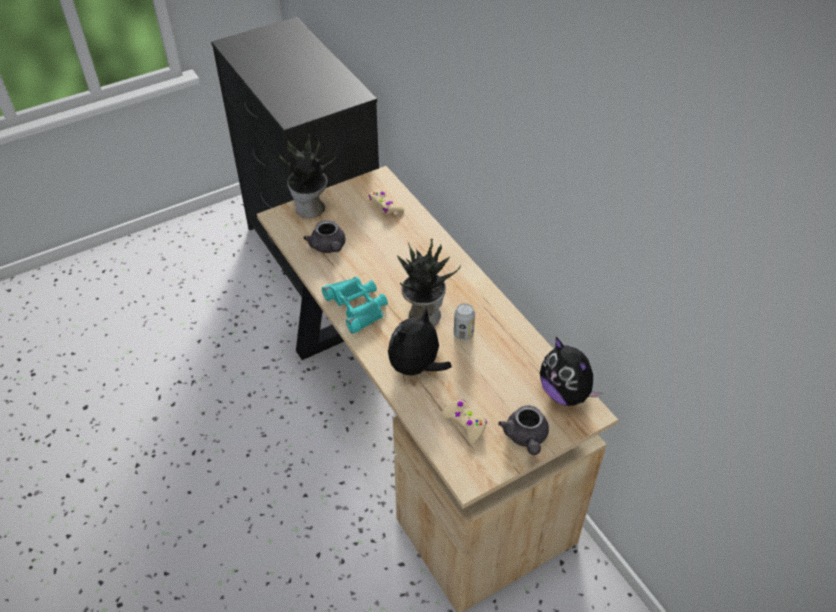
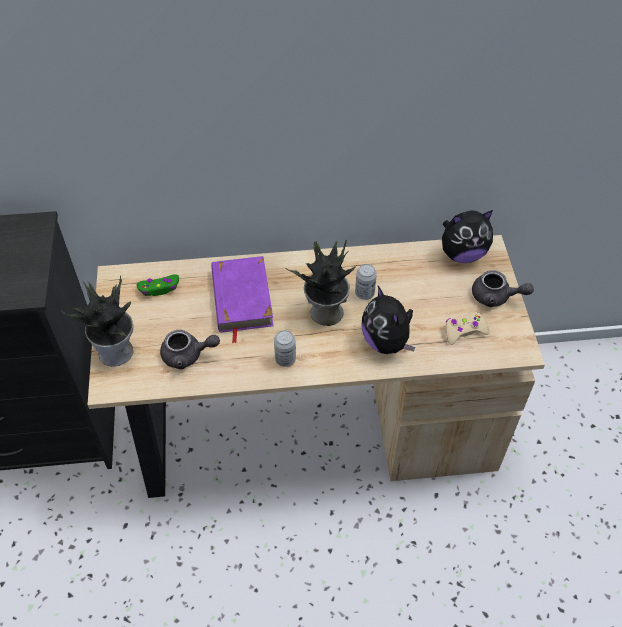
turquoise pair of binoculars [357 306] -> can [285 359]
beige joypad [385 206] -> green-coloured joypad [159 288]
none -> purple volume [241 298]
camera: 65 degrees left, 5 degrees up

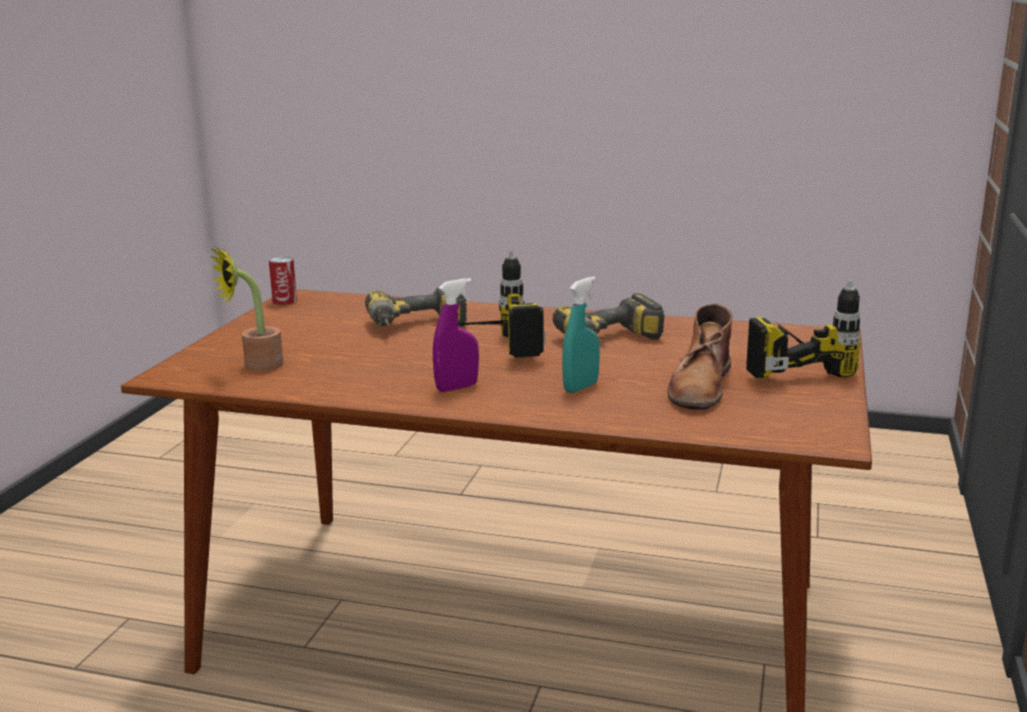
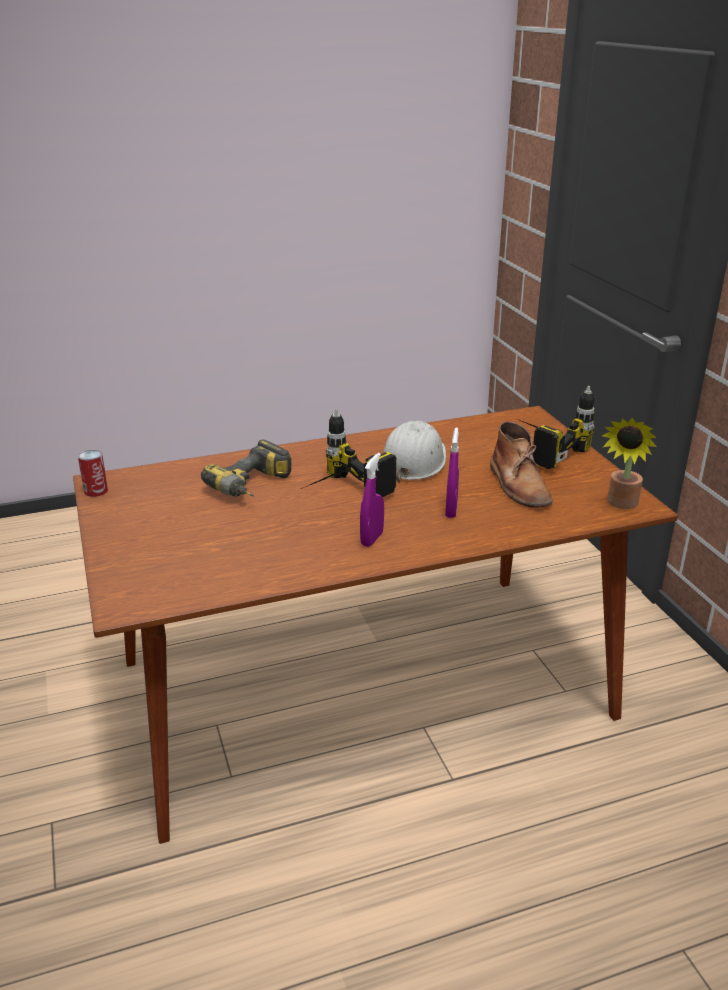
potted plant [255 366] -> potted plant [621 504], shifted
power drill [612 342] -> whitish hard hat [413 461]
turquoise hand sprayer [580 387] -> purple hand sprayer [451 510]
camera: 35 degrees left, 10 degrees up

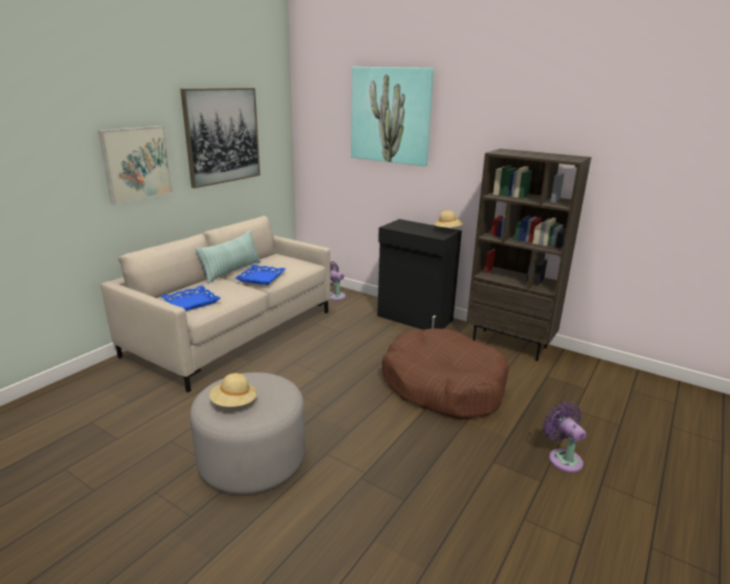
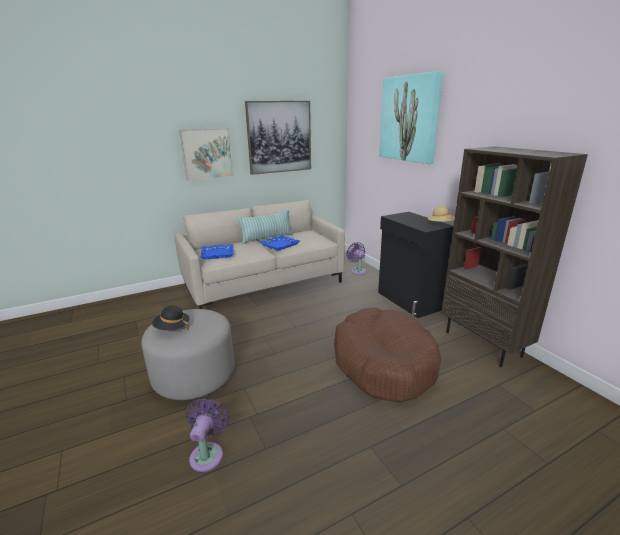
beige clothing hat [234 403] -> black clothing hat [172 328]
purple cooling fan [562 458] -> purple cooling fan [208 453], shifted
camera: 30 degrees right, 0 degrees up

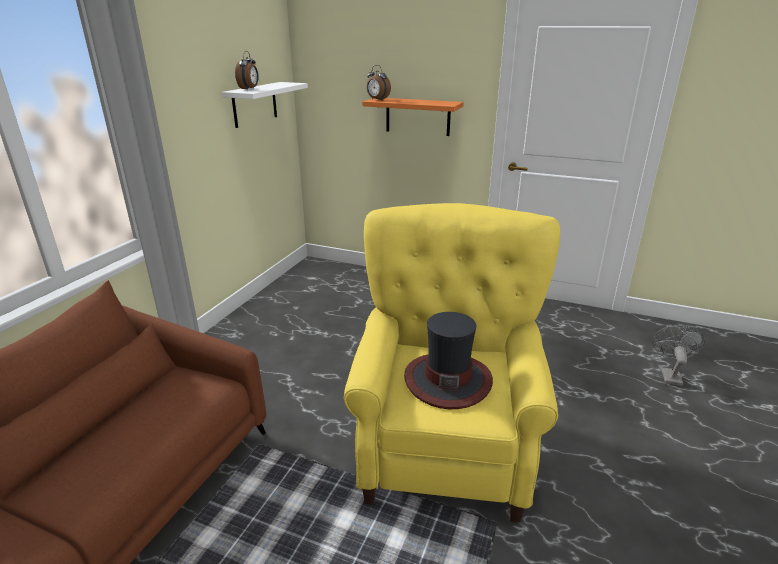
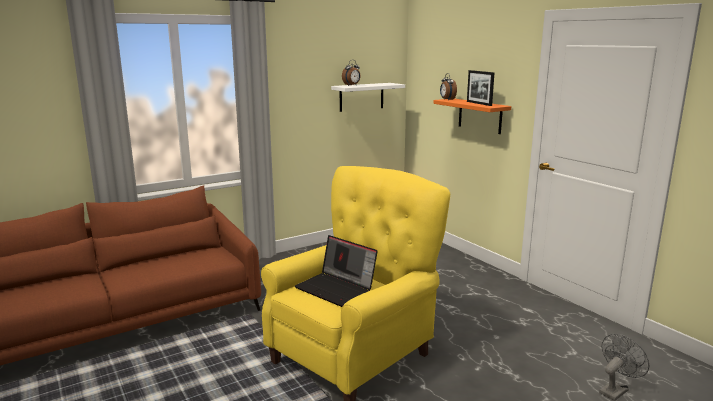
clothing hat [447 380] -> portable computer [337 288]
none -> photo frame [479 103]
camera: 35 degrees right, 10 degrees down

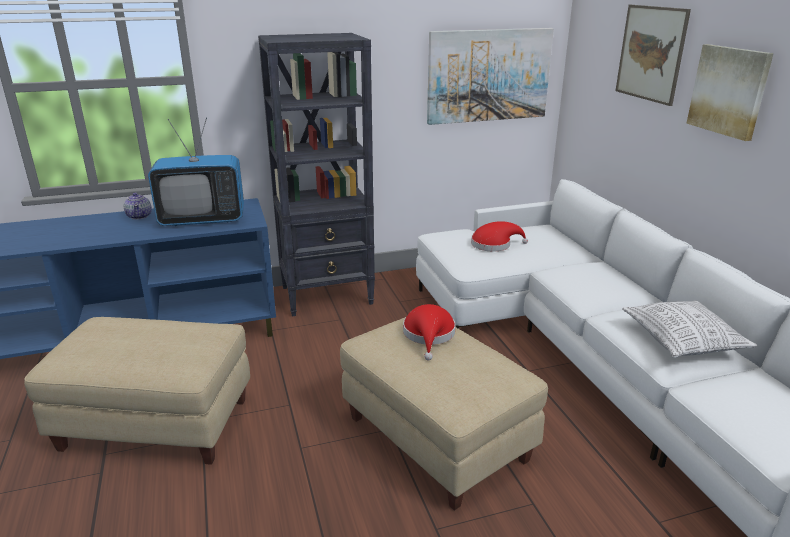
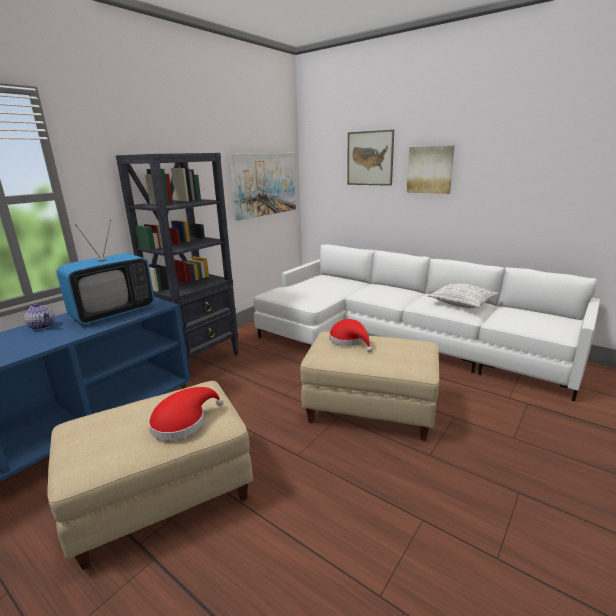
red clothing hat [494 244] -> red clothing hat [182 422], shifted
camera: 35 degrees left, 5 degrees down

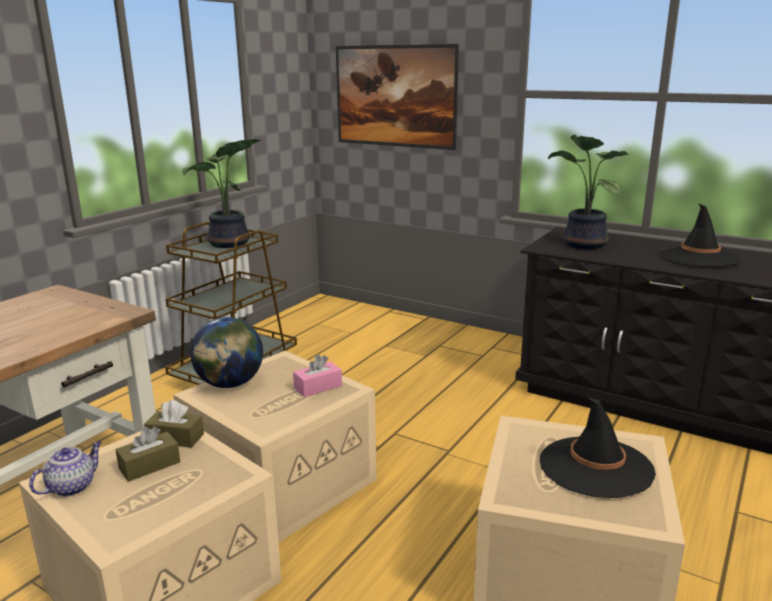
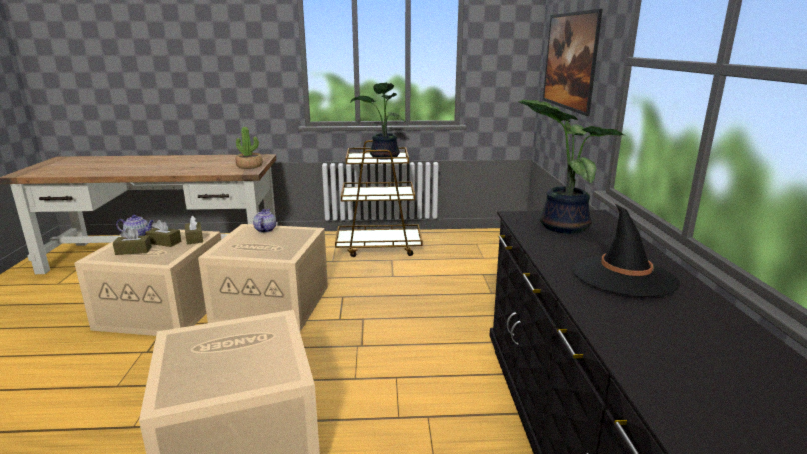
globe [230 384] -> teapot [265 230]
pink tissue holder [318 387] -> none
black clothing hat [595 467] -> none
none -> brown tissue holder [133 251]
none -> potted plant [249 166]
camera: 55 degrees right, 0 degrees up

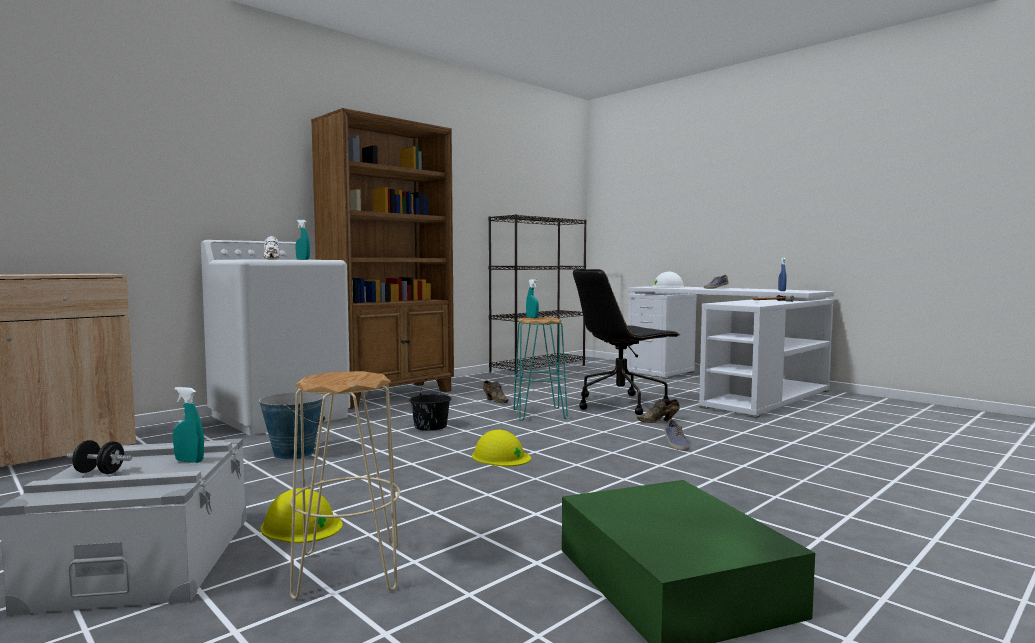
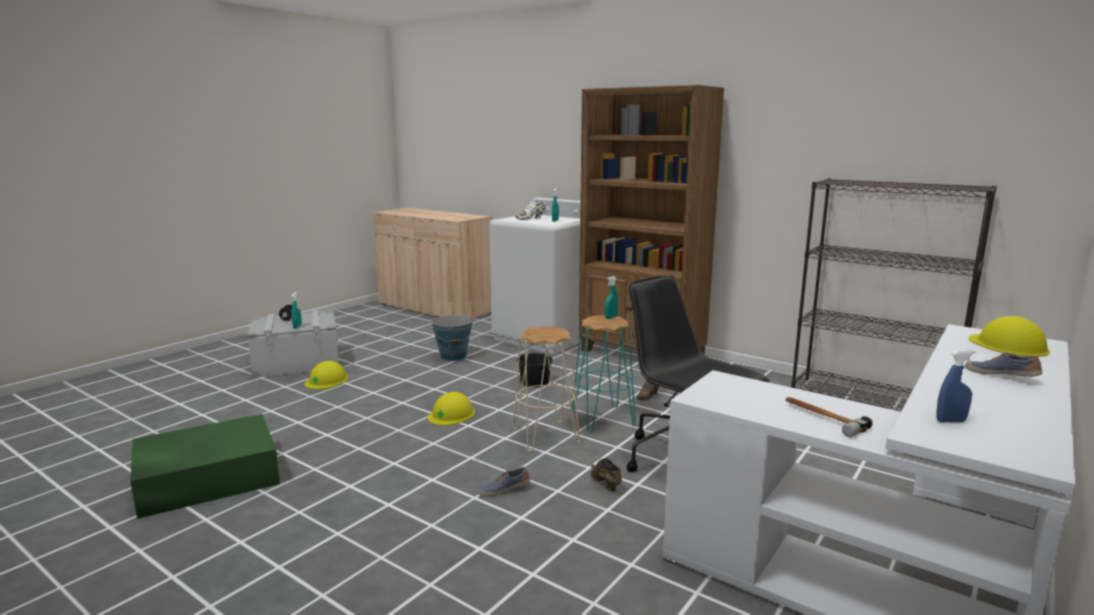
beige sitting stool [348 572] -> beige sitting stool [545 436], shifted
whitish hard hat [667 286] -> yellow hard hat [1008 345]
camera: 80 degrees right, 10 degrees up

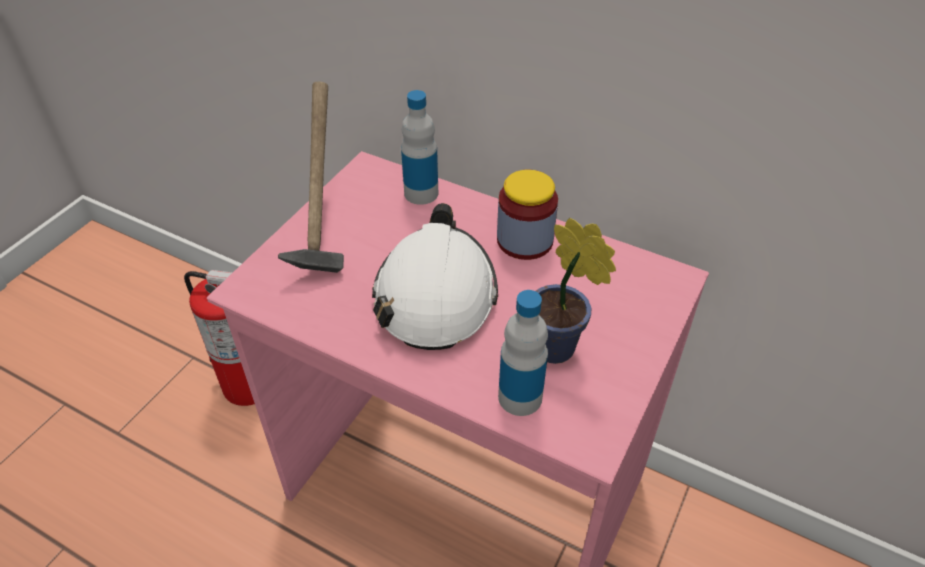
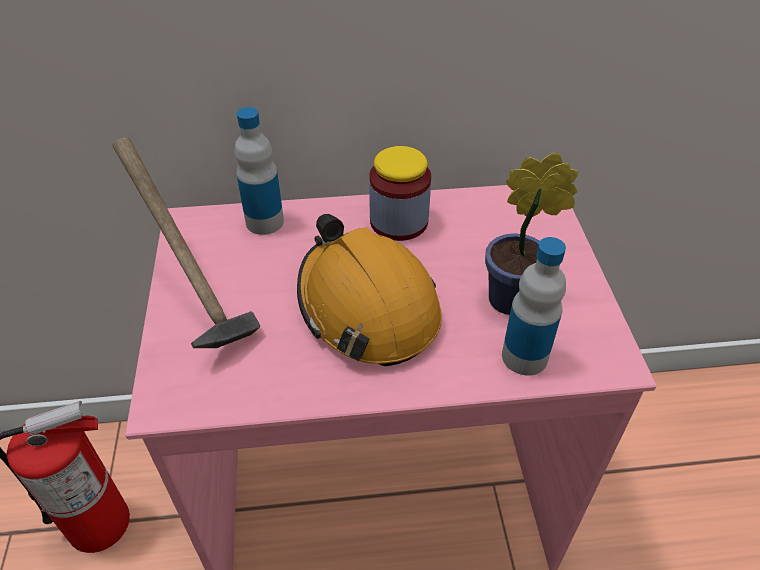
whitish hard hat [435 294] -> orange-coloured hard hat [367 307]
camera: 35 degrees left, 0 degrees up

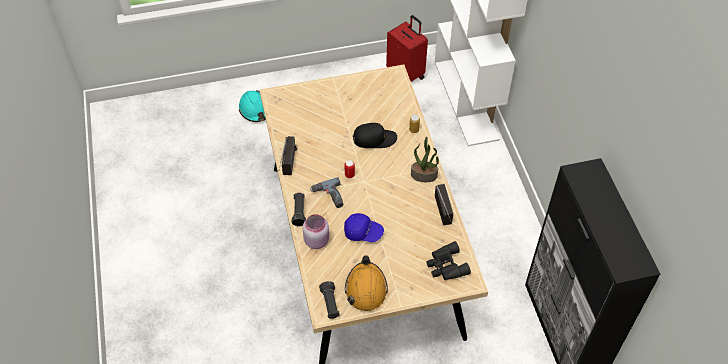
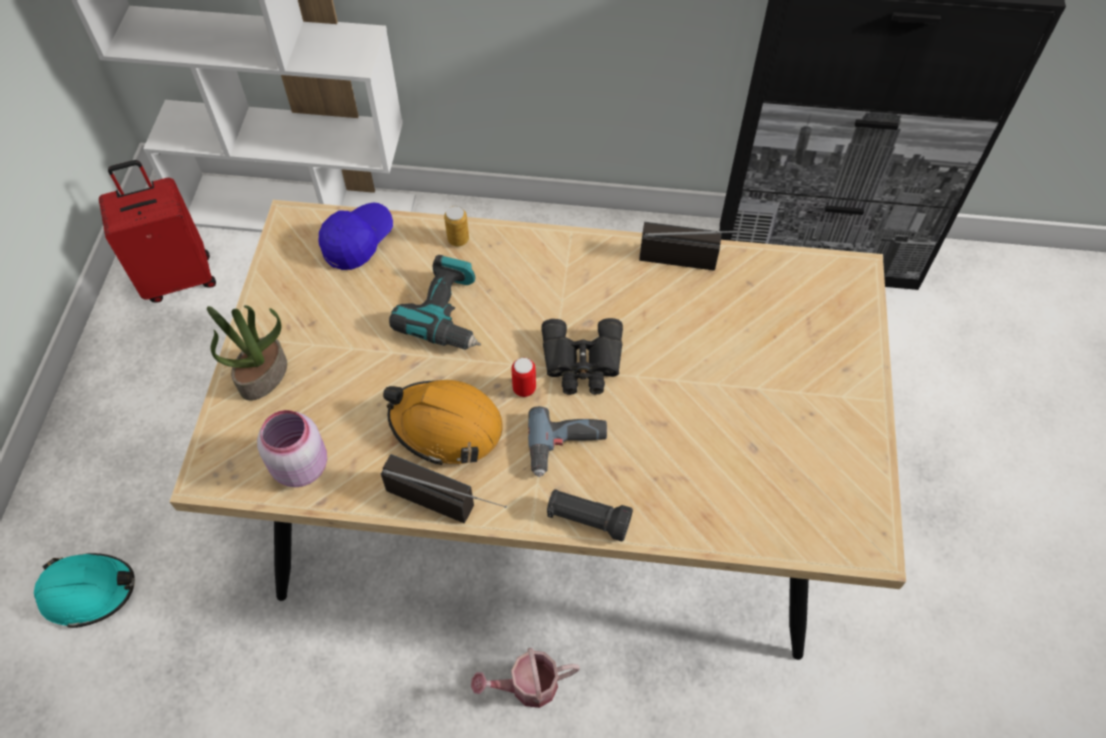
pink preserve jar [317 240] -> pink preserve jar [300 465], shifted
black hand torch [330 304] -> none
bluish baseball cap [363 232] -> bluish baseball cap [357 241], shifted
orange-coloured hard hat [366 289] -> orange-coloured hard hat [446 426], shifted
black baseball cap [374 139] -> power drill [448 313]
potted plant [424 175] -> potted plant [263 375], shifted
black pair of binoculars [446 266] -> black pair of binoculars [582 363], shifted
none -> sprinkling can [527 686]
camera: 70 degrees left, 5 degrees up

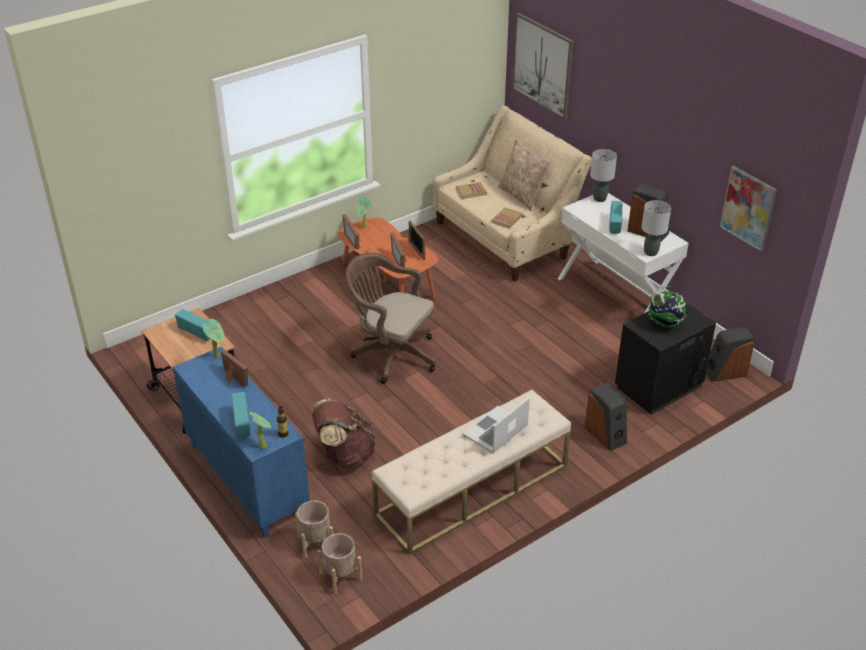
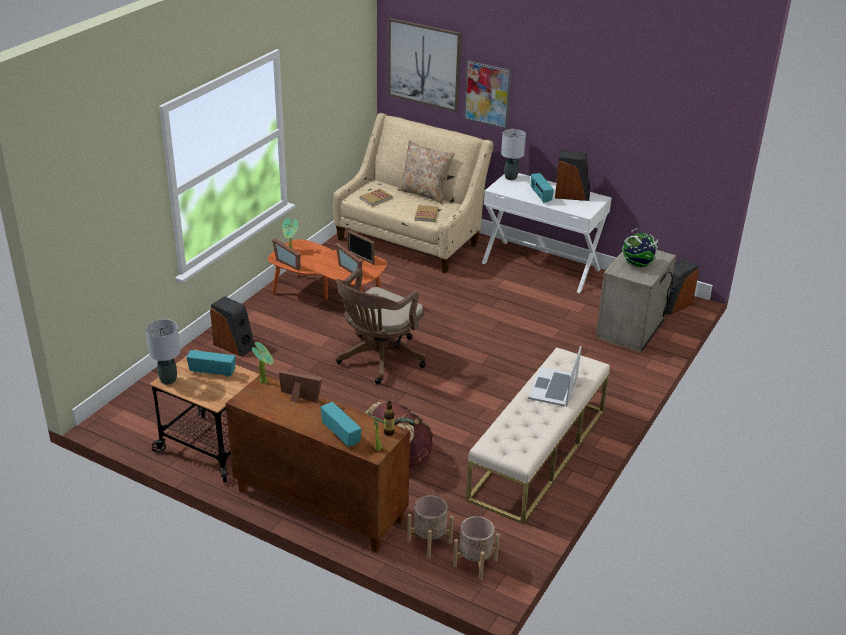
bluish cupboard [246 479] -> brown cupboard [318 506]
brown computer chair [391 354] -> brown computer chair [378 360], 60 degrees counterclockwise
loudspeaker [606 434] -> loudspeaker [234 345], shifted
black night table [659 387] -> beige night table [631 329]
greyish tabletop lamp [651 252] -> greyish tabletop lamp [168 380], shifted
wall art [748 208] -> wall art [487 94], shifted
camera: 25 degrees left, 5 degrees down

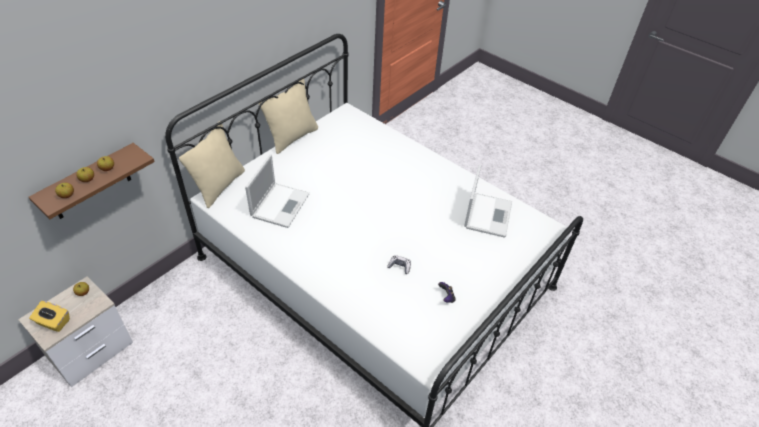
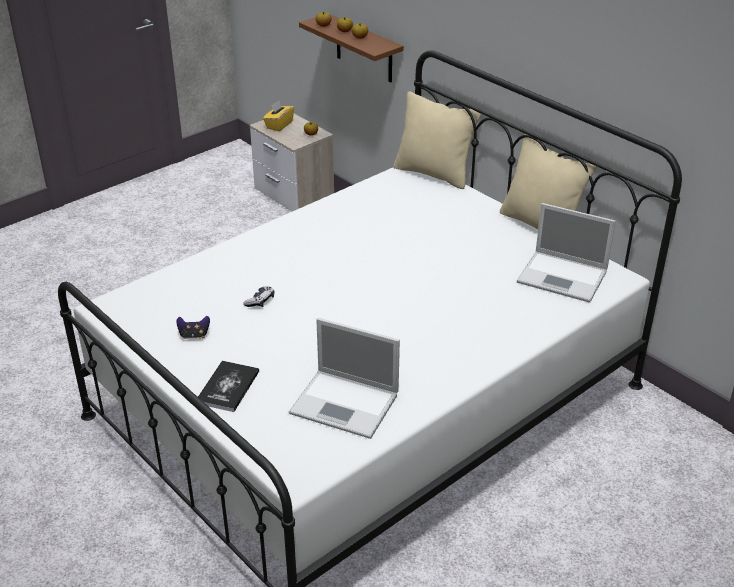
portable computer [280 204] -> portable computer [564 277], shifted
none -> volume [228 387]
camera: 100 degrees right, 10 degrees down

